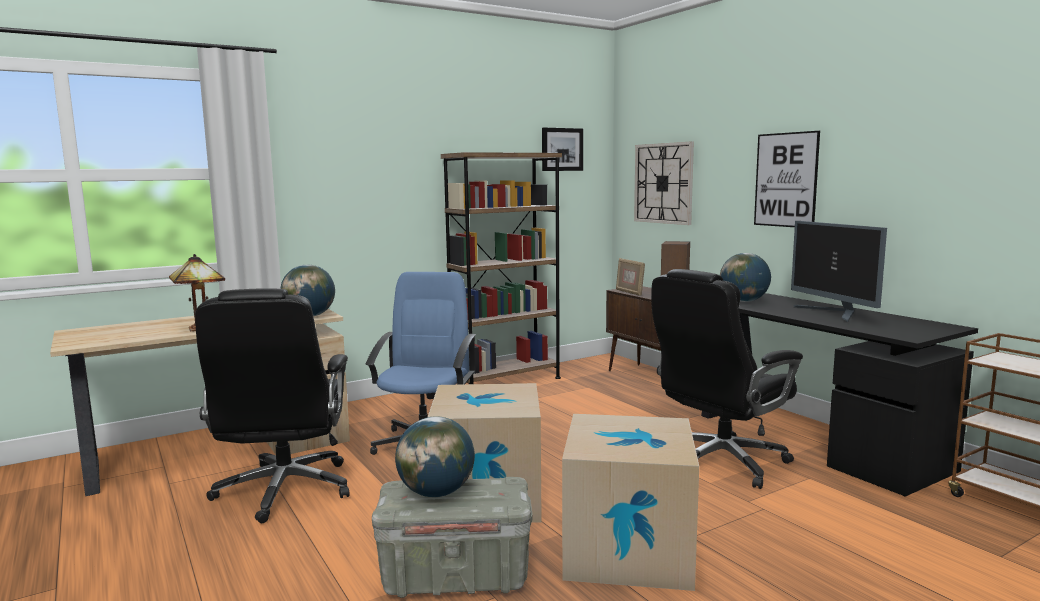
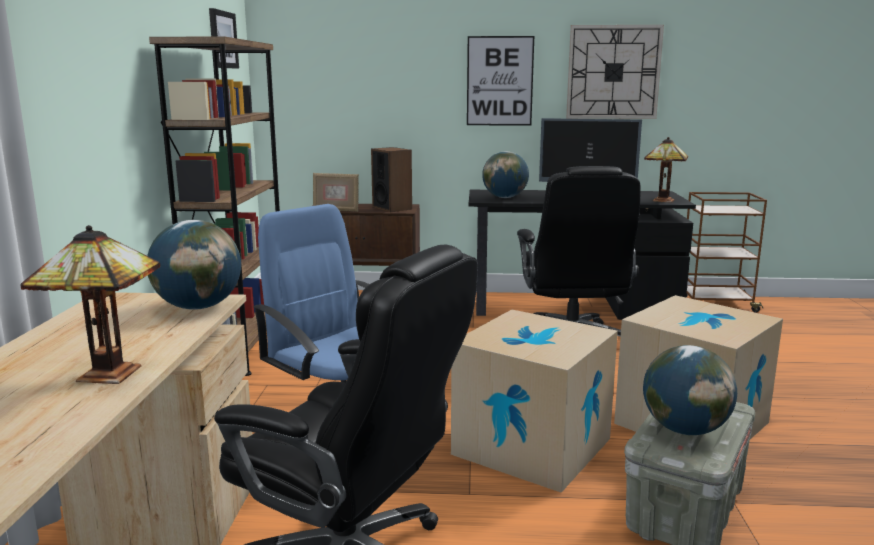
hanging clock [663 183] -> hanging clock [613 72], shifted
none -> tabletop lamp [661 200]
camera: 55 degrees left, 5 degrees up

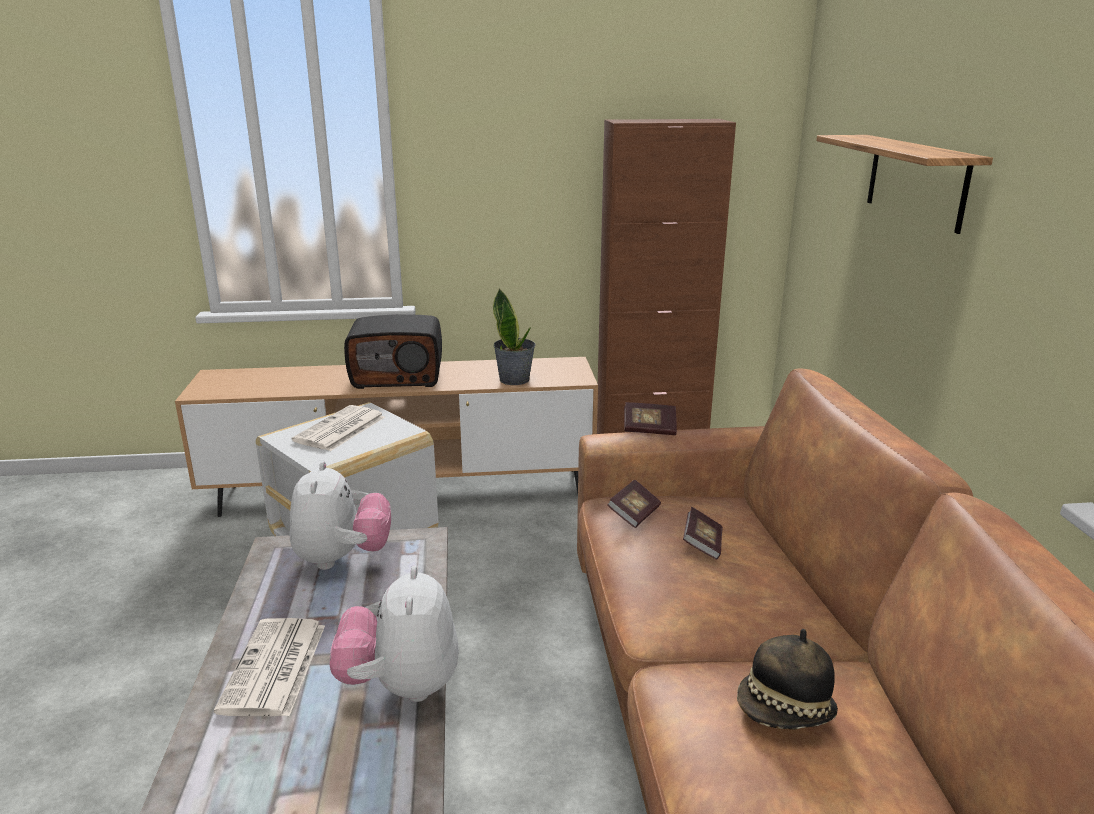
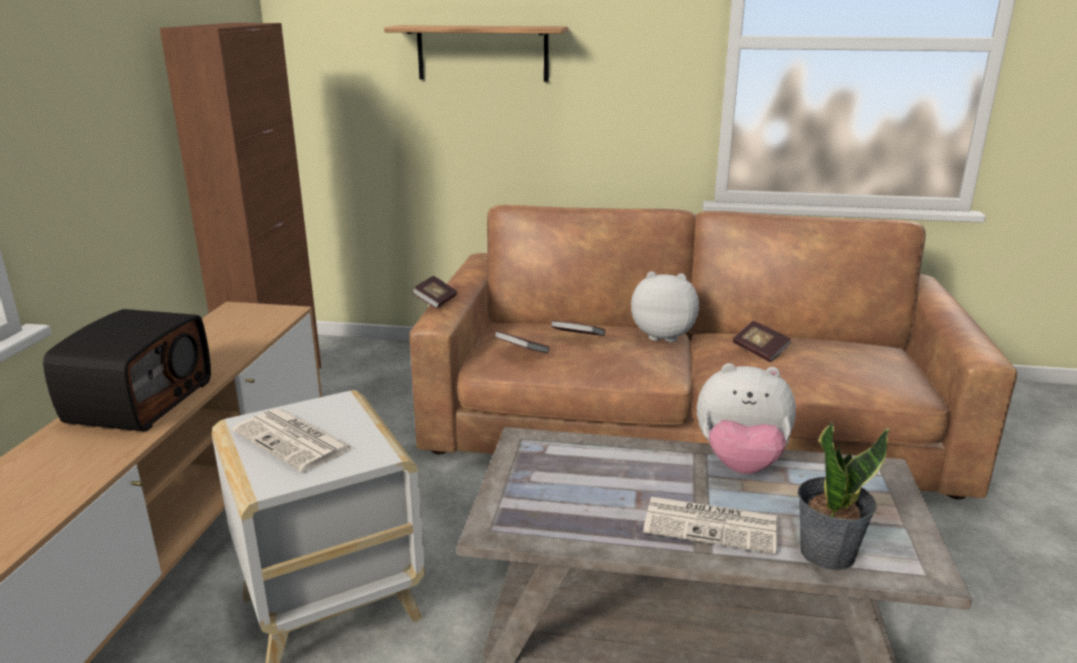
cuddly toy [342 558] -> cuddly toy [663 335], shifted
potted plant [515 379] -> potted plant [826 552], shifted
clothing hat [785 711] -> volume [760 351]
camera: 75 degrees left, 0 degrees up

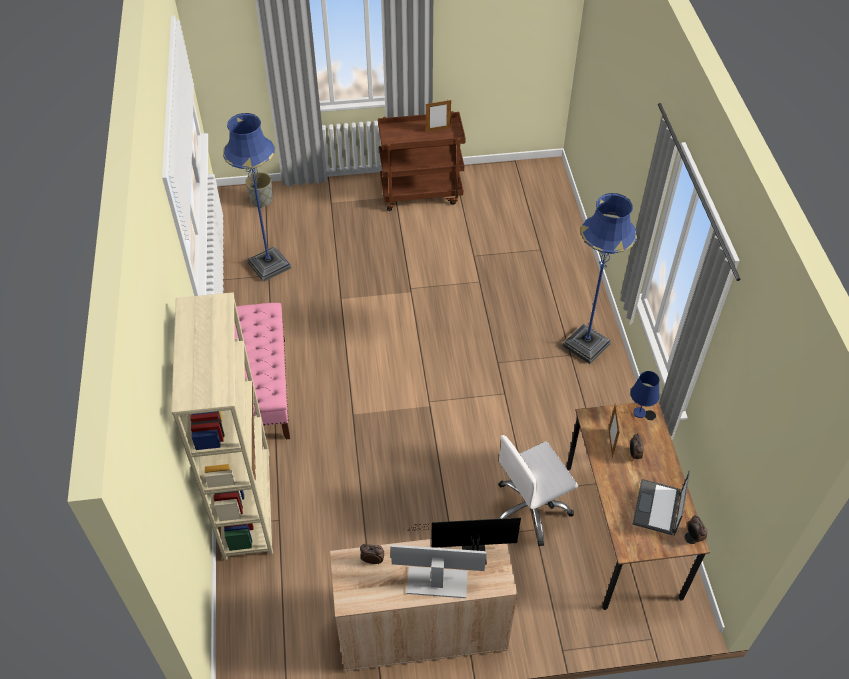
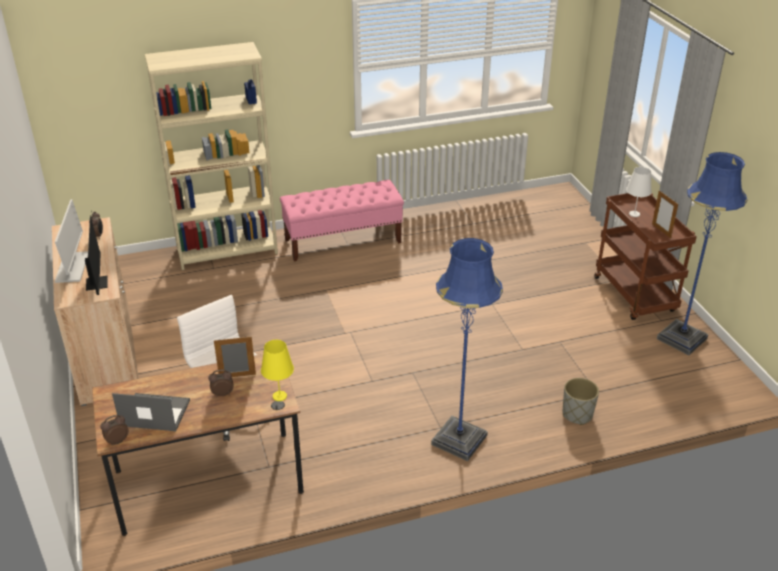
bluish standard lamp [269 265] -> bluish standard lamp [681 338], shifted
greyish plant pot [261 200] -> greyish plant pot [577 414], shifted
bluish tabletop lamp [639 412] -> yellow tabletop lamp [280 396]
none -> whitish tabletop lamp [634 214]
camera: 80 degrees right, 15 degrees down

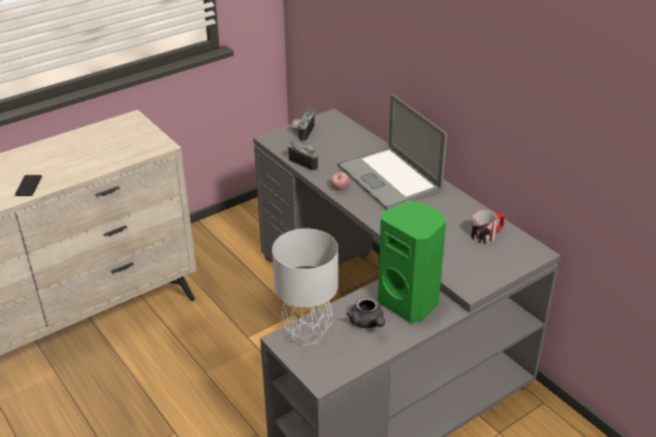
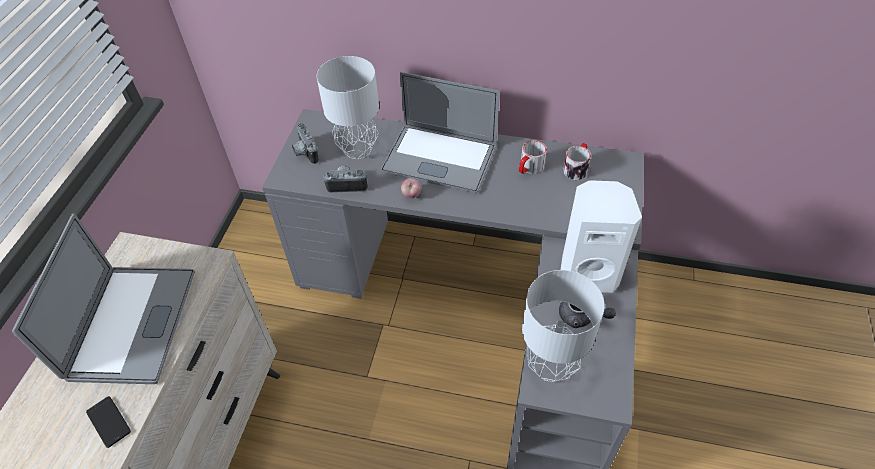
green-coloured loudspeaker [409 302] -> whitish loudspeaker [587 272]
none -> portable computer [132 323]
none -> greyish tabletop lamp [358 150]
none -> tea mug [529 168]
camera: 40 degrees left, 15 degrees up

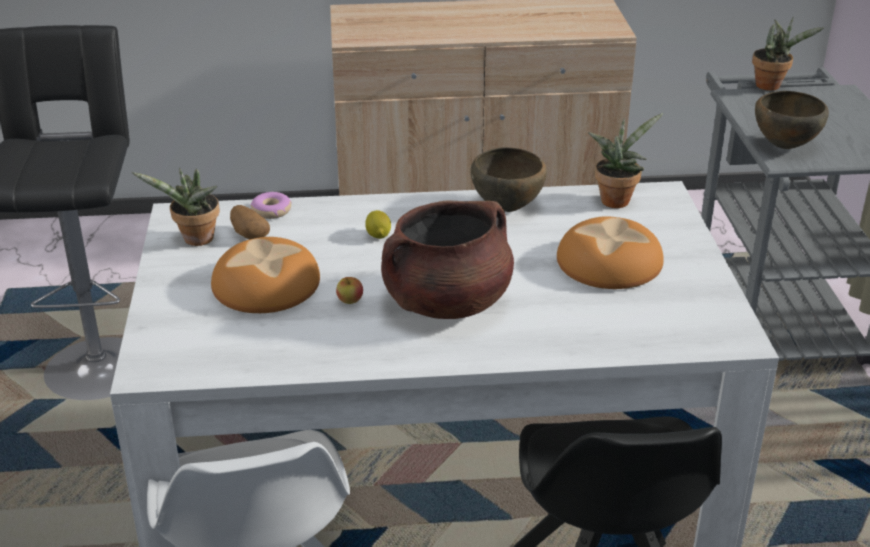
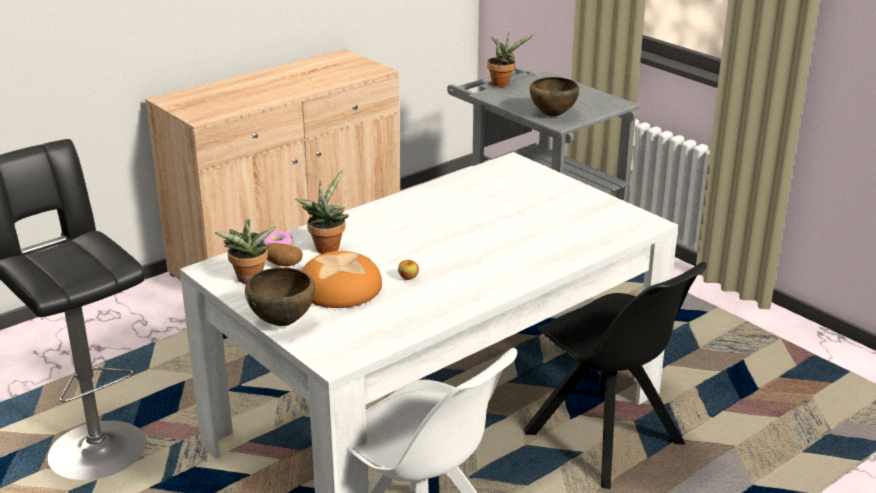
whole lemon [378 235] -> none
brown saucepot [446 303] -> none
brown deep dish [508 208] -> brown deep dish [283 322], shifted
bread [609 262] -> none
potted plant [616 199] -> potted plant [327 247], shifted
camera: 35 degrees left, 5 degrees down

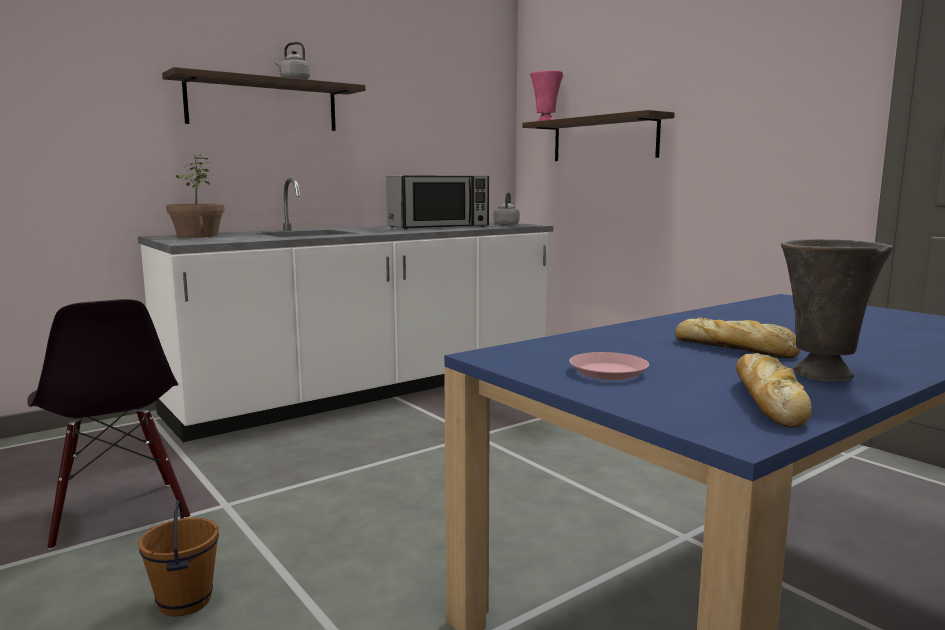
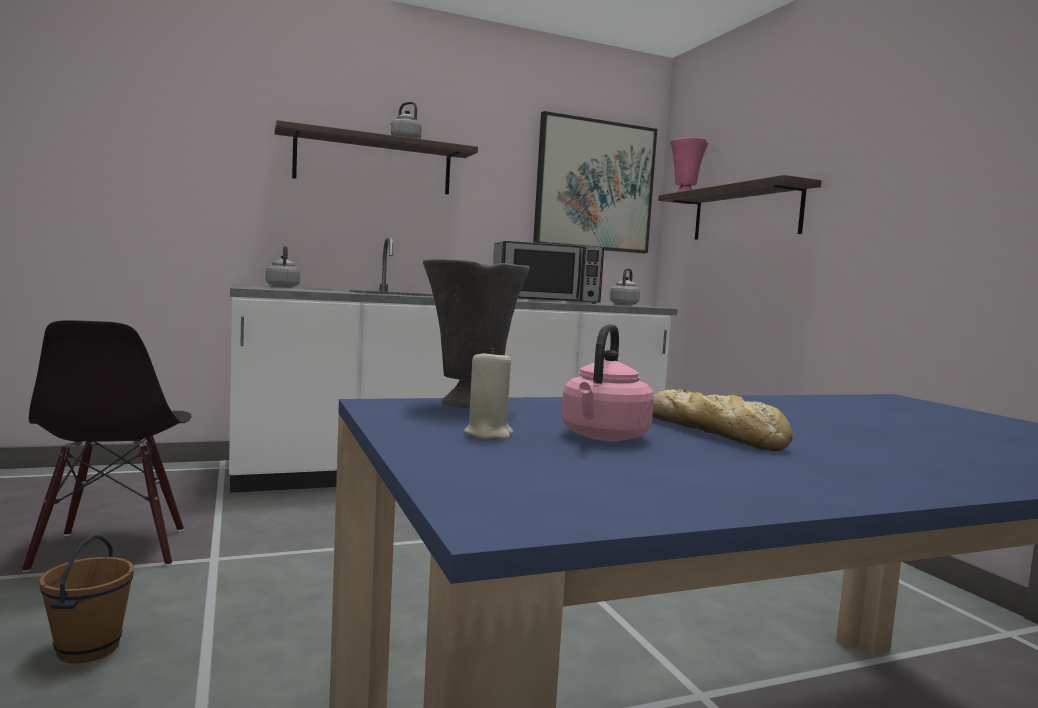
potted plant [197 236] -> greyish water kettle [283 287]
pink plate [608 372] -> beige wax candle [488 434]
bread [767 401] -> none
greyish vase [822 375] -> greyish vase [468 405], shifted
none -> wall art [594 186]
none -> pink water kettle [603 437]
camera: 15 degrees right, 5 degrees down

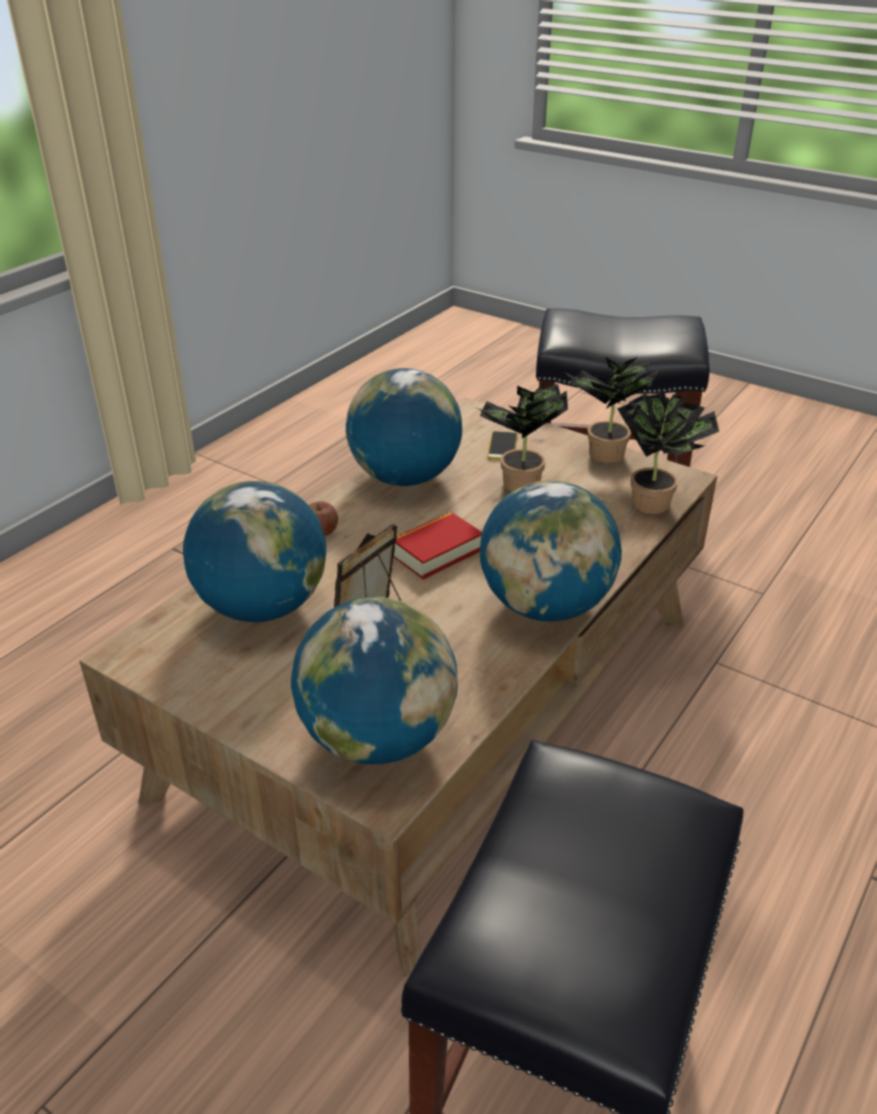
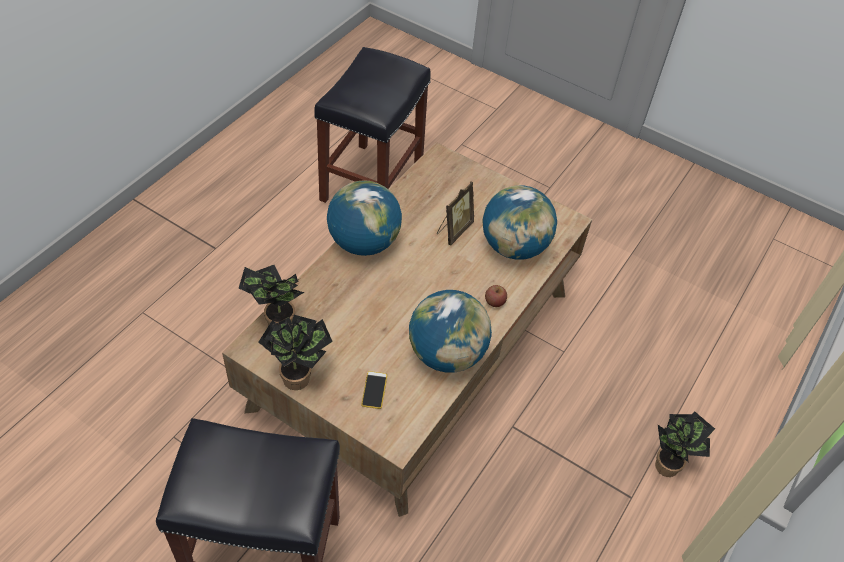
globe [378 737] -> none
volume [436 552] -> none
potted plant [518 486] -> potted plant [668 463], shifted
camera: 175 degrees right, 15 degrees up

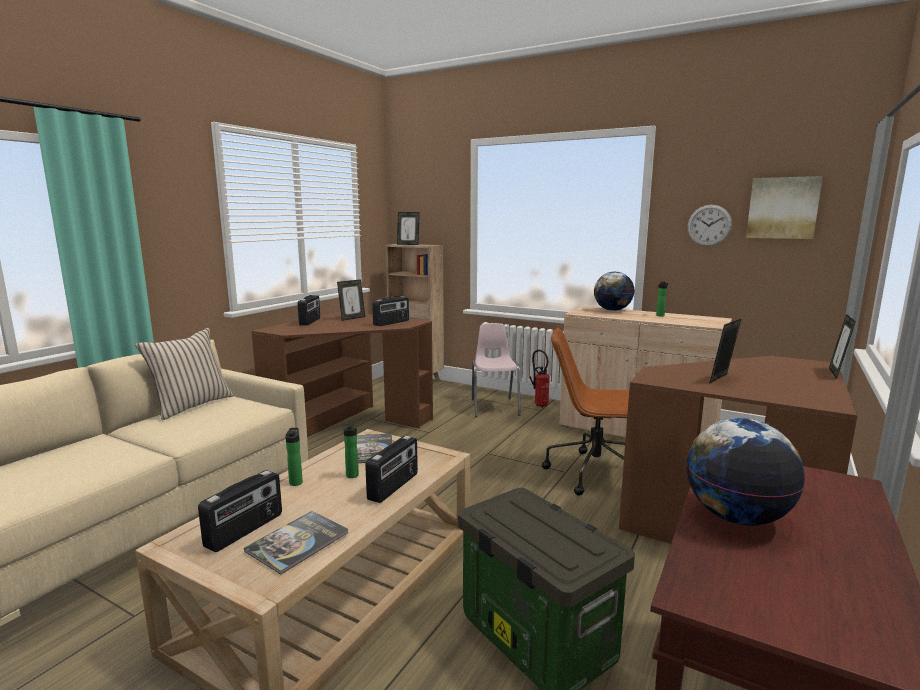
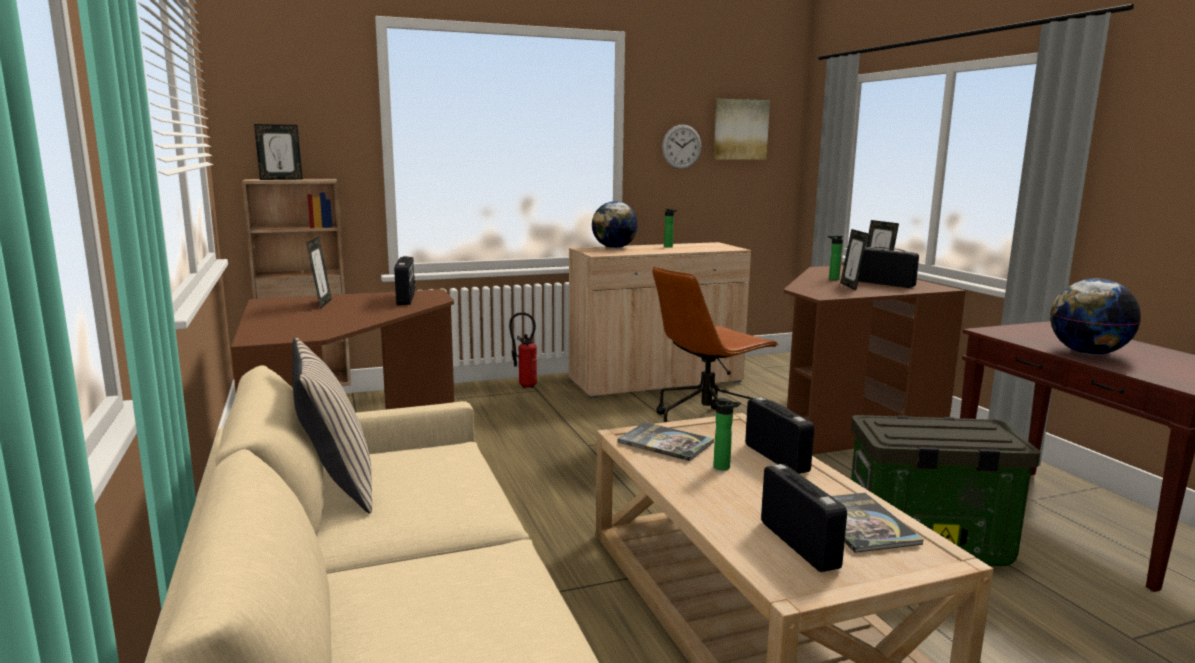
beverage bottle [296 482] -> beverage bottle [832 279], shifted
radio receiver [310 321] -> radio receiver [885 284], shifted
pink upright chair [494 407] -> none
camera: 50 degrees left, 0 degrees up

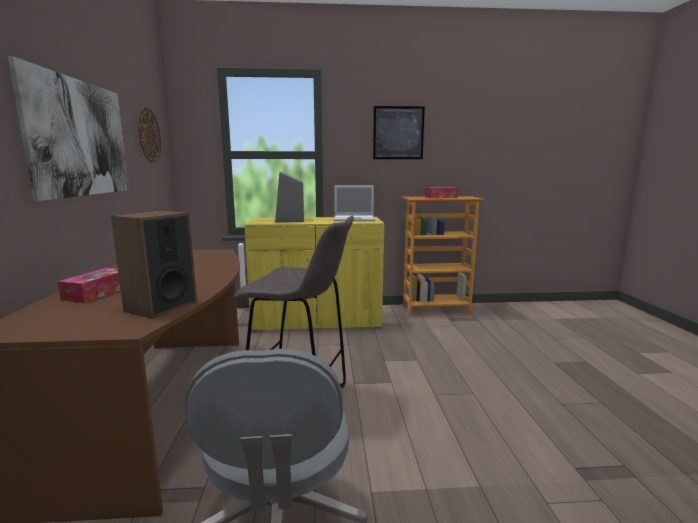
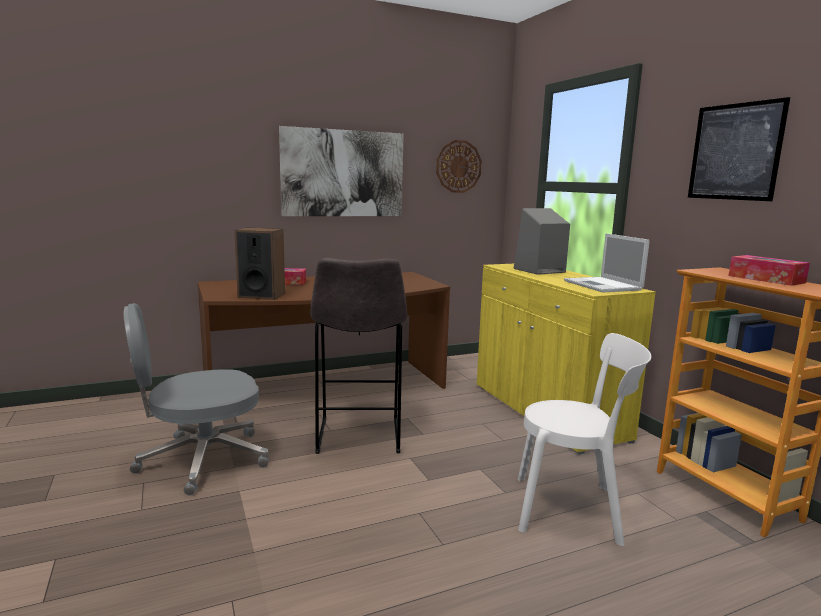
none -> whitish upright chair [572 509]
camera: 70 degrees right, 0 degrees up

